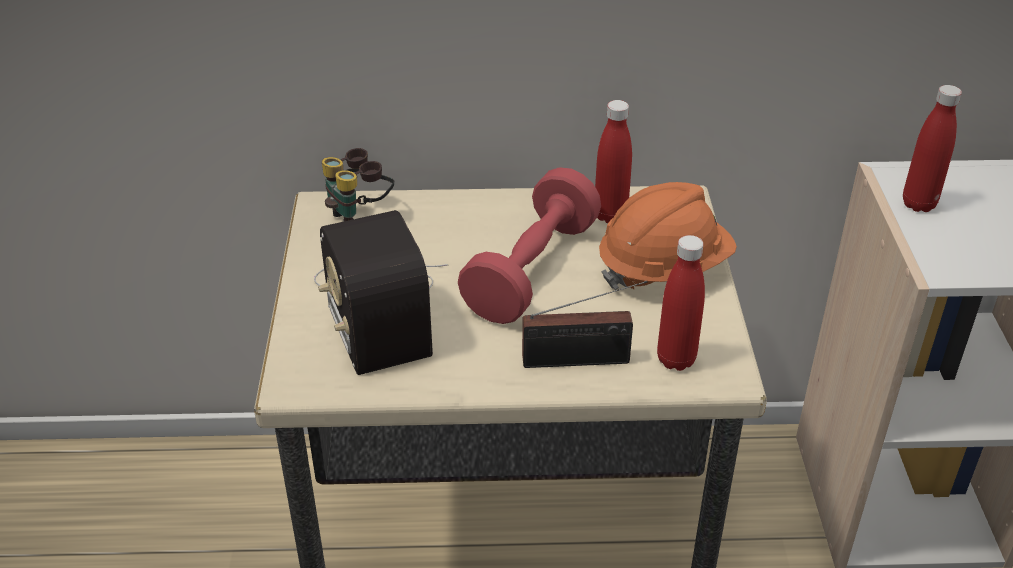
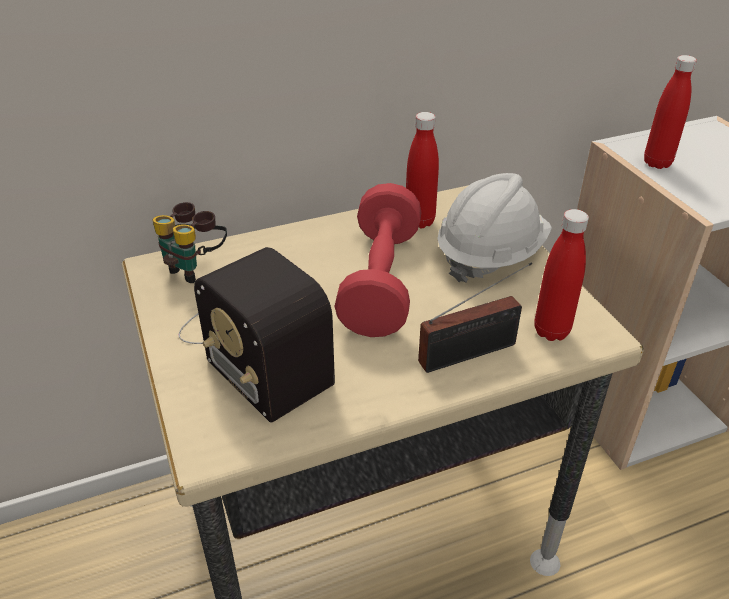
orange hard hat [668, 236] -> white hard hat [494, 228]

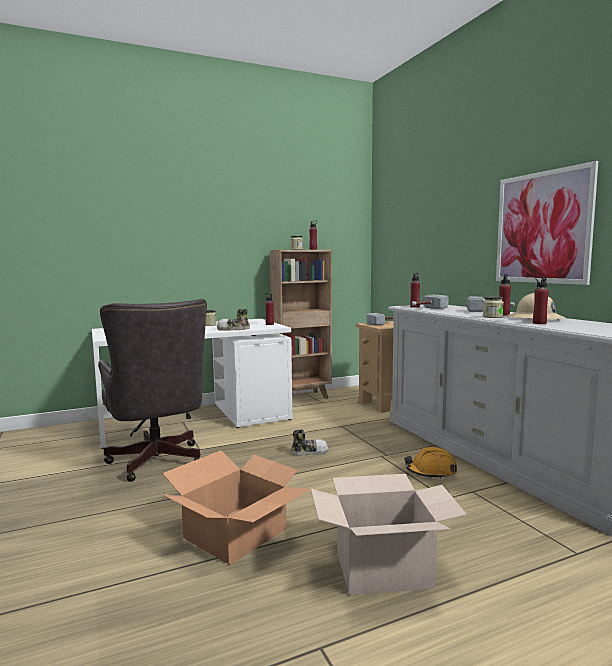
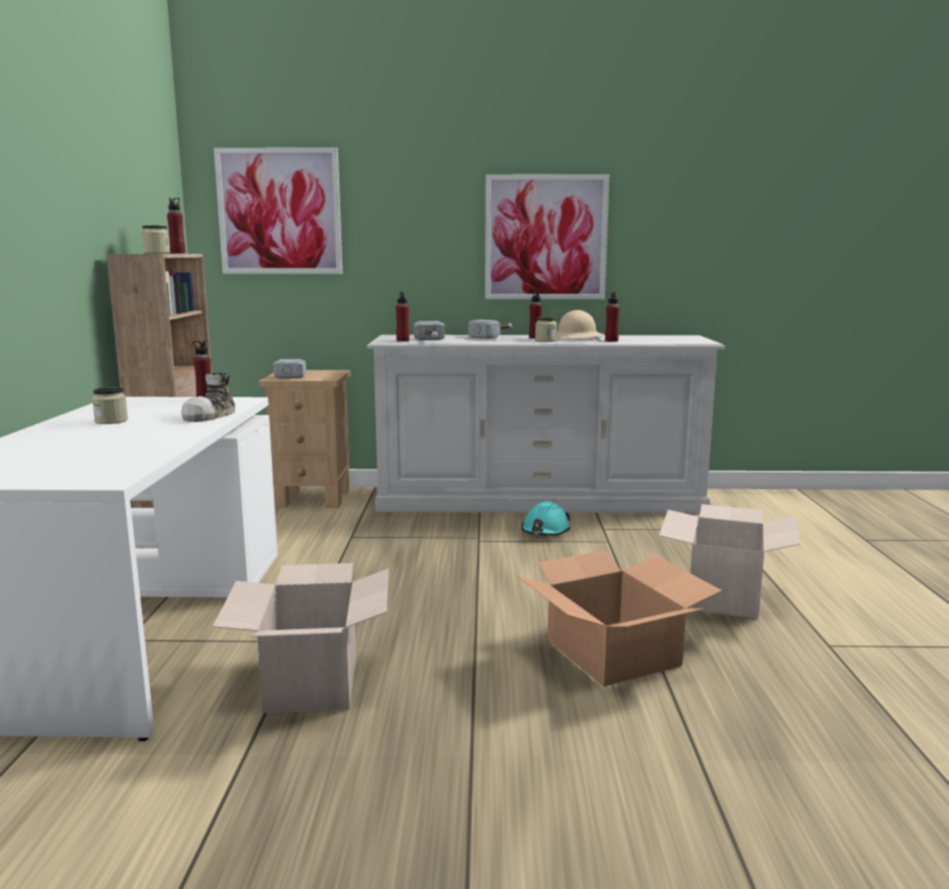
grey office chair [152, 390] -> cardboard box [301, 638]
shoe [309, 442] -> none
orange hard hat [430, 463] -> turquoise hard hat [546, 518]
none -> picture [278, 210]

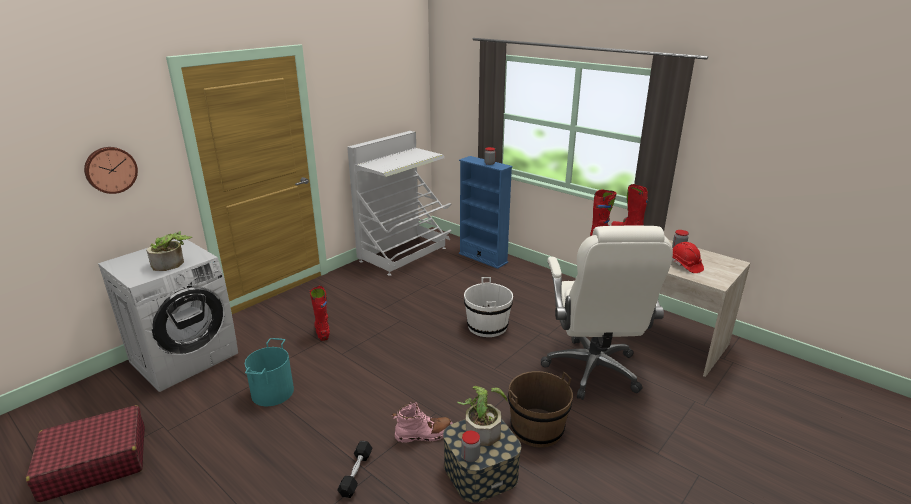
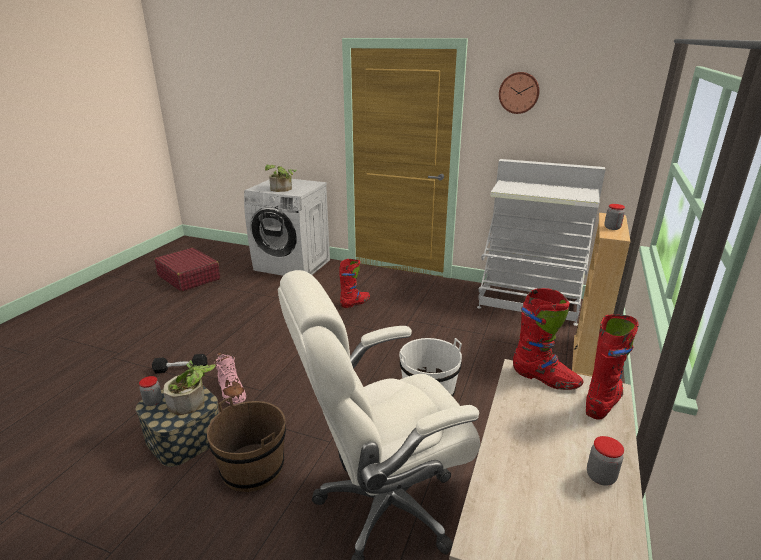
wall clock [111, 170] -> wall clock [519, 93], move
turquoise bucket [269, 372] -> none
blue bookcase [486, 212] -> beige bookcase [601, 295]
red hard hat [688, 257] -> none

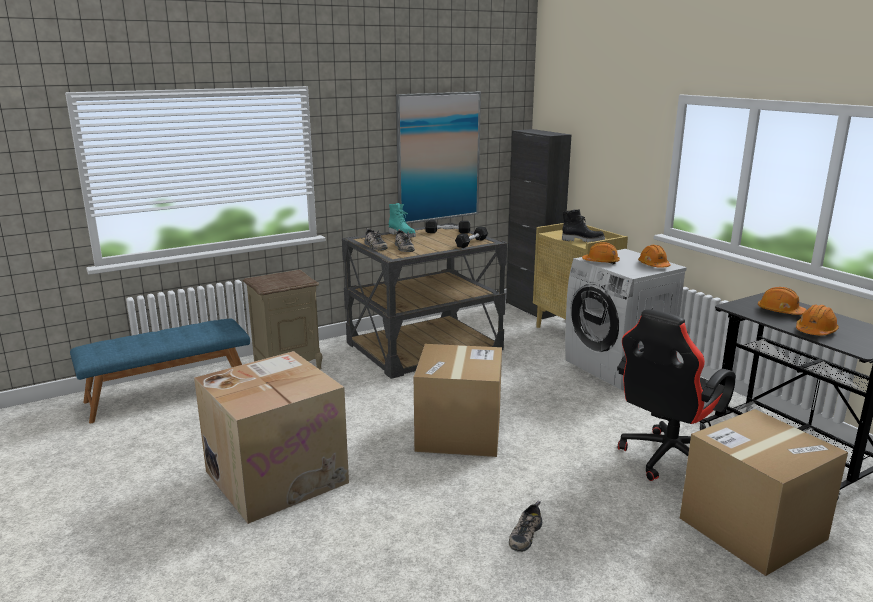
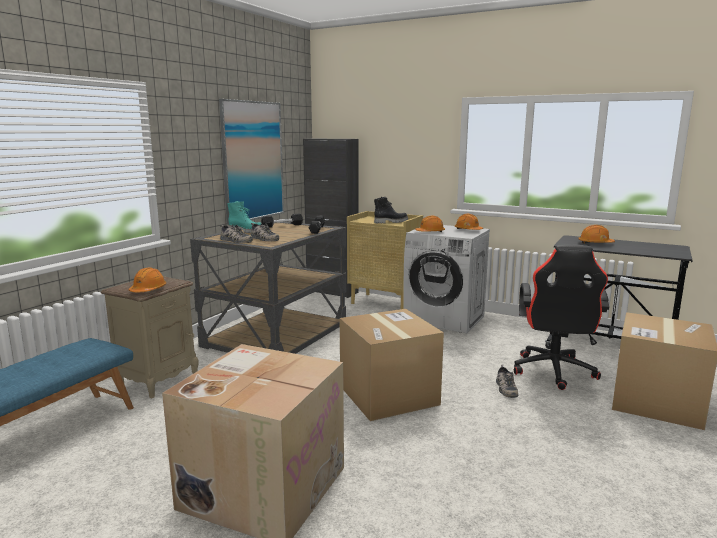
shoe [525, 526] -> shoe [507, 381], move
orange hard hat [817, 319] -> orange hard hat [147, 279], move

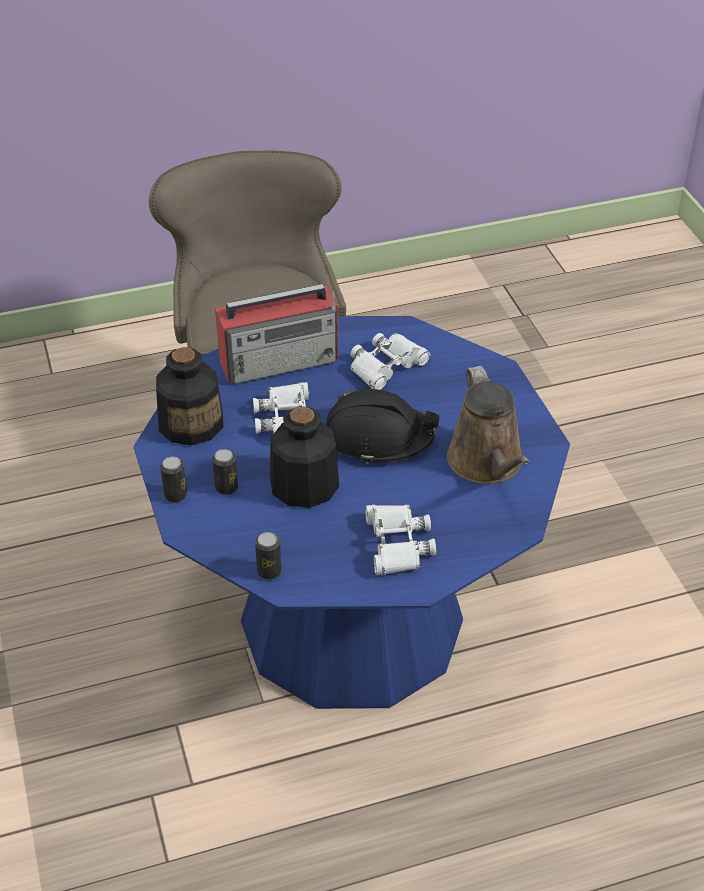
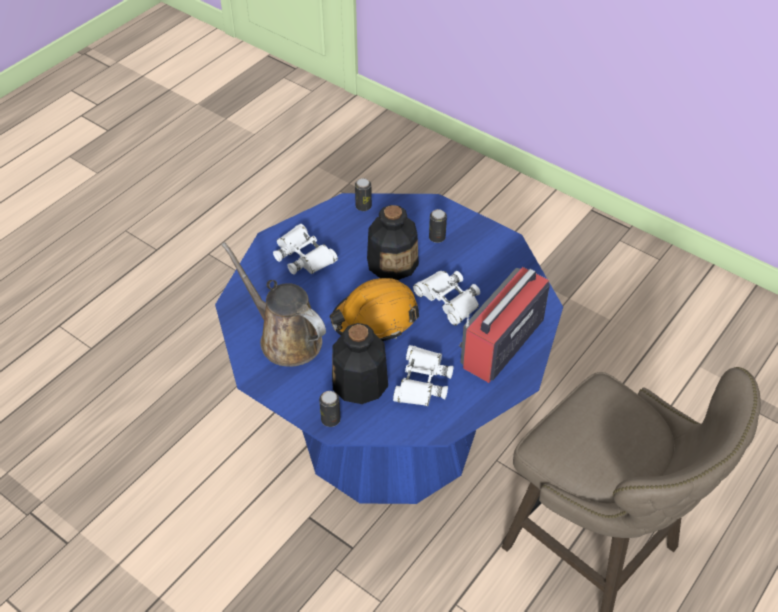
bottle [189, 396] -> bottle [360, 363], move
can [173, 479] -> can [330, 409], move
black hard hat [382, 427] -> orange hard hat [374, 309]

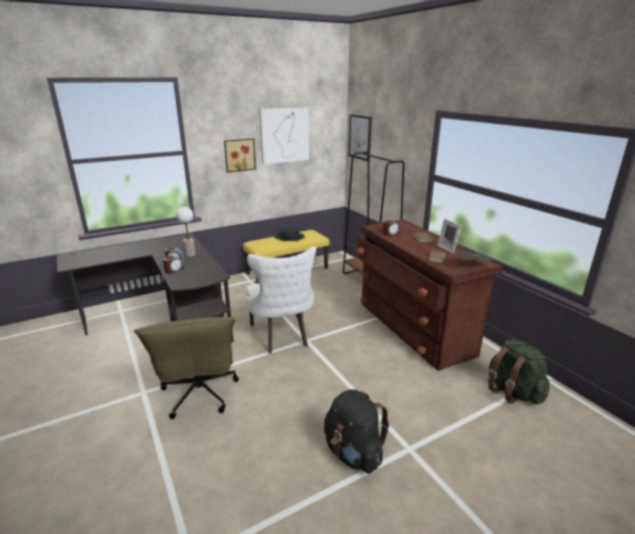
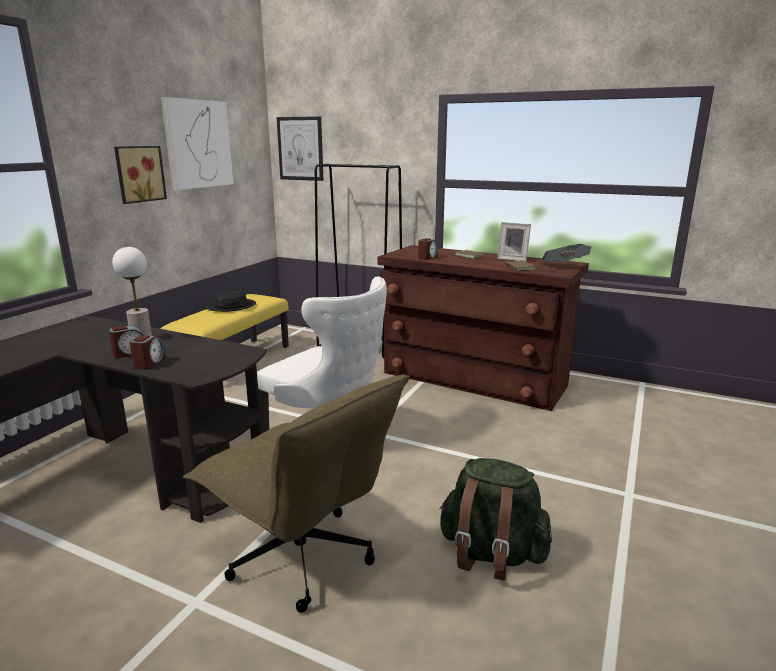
black backpack [357, 431] -> none
green backpack [519, 371] -> green backpack [495, 519], move

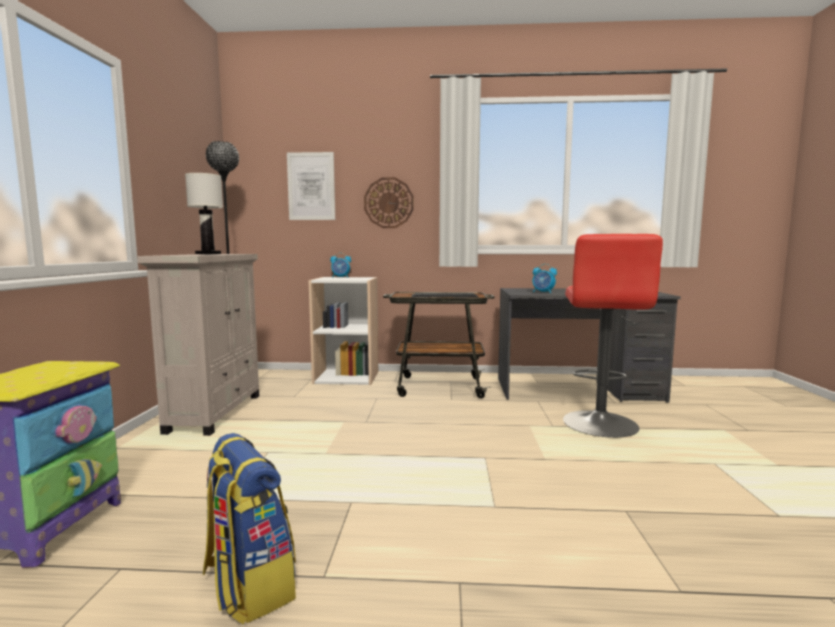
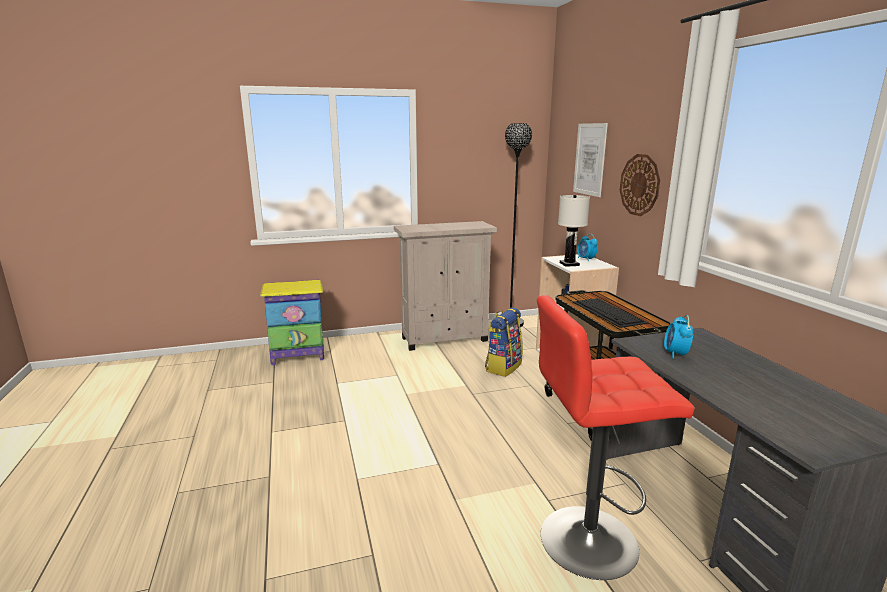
white table lamp [204, 213] -> white table lamp [574, 231], move
backpack [249, 529] -> backpack [504, 342], move

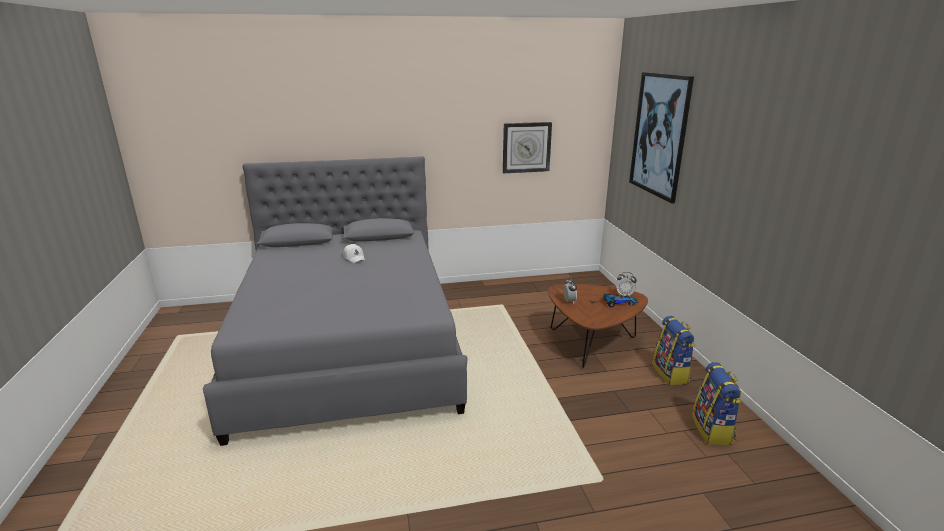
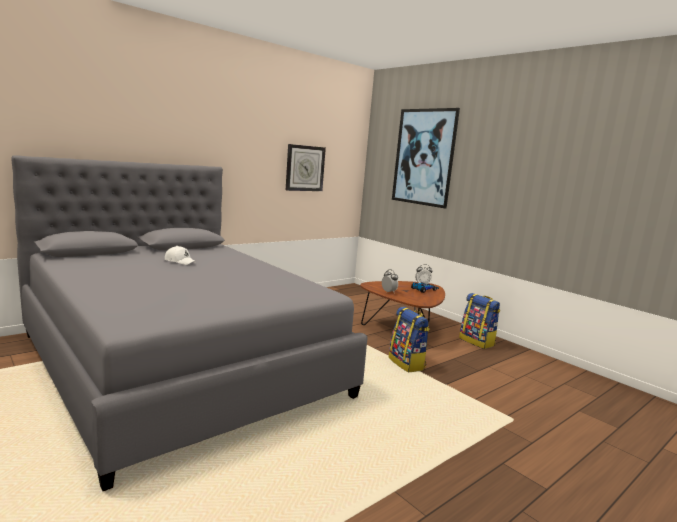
backpack [717, 403] -> backpack [409, 339], move

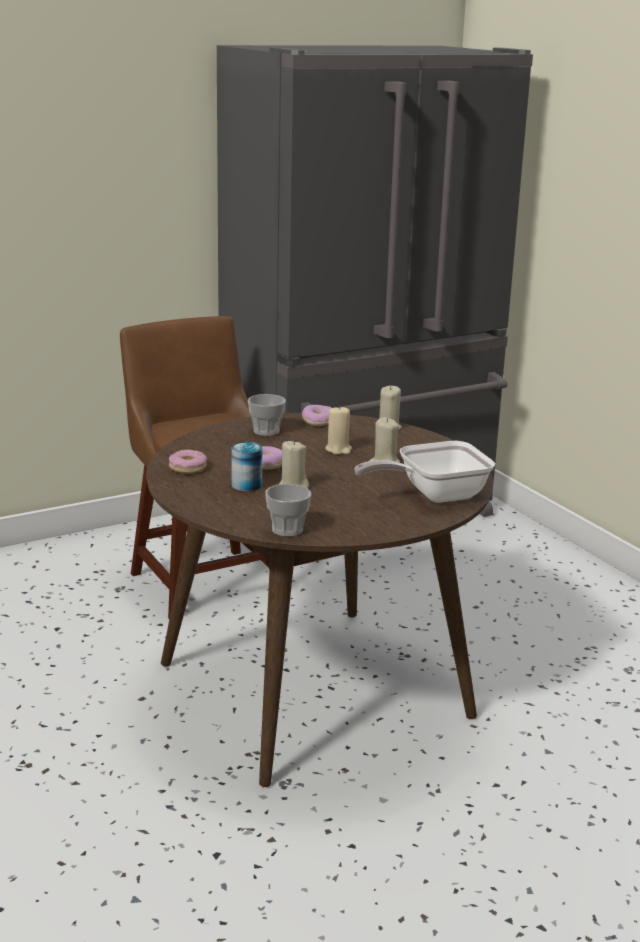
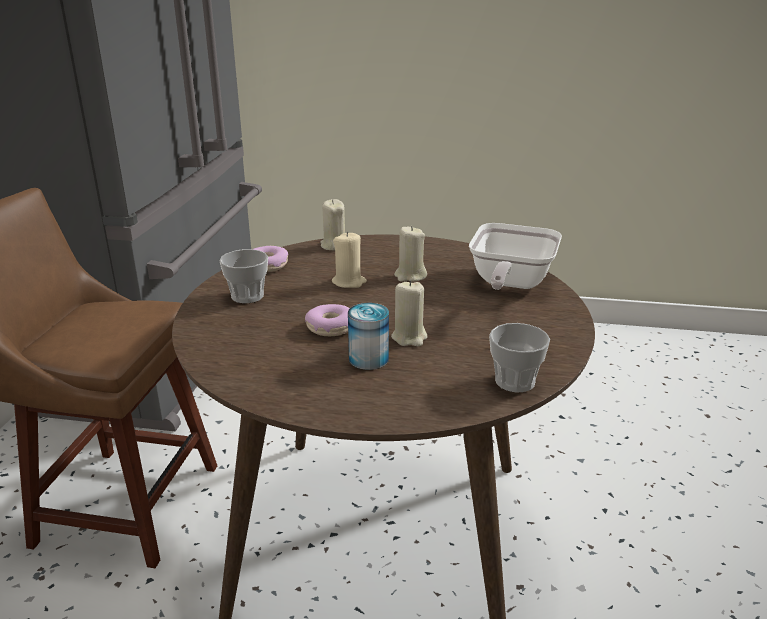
donut [188, 461] -> none

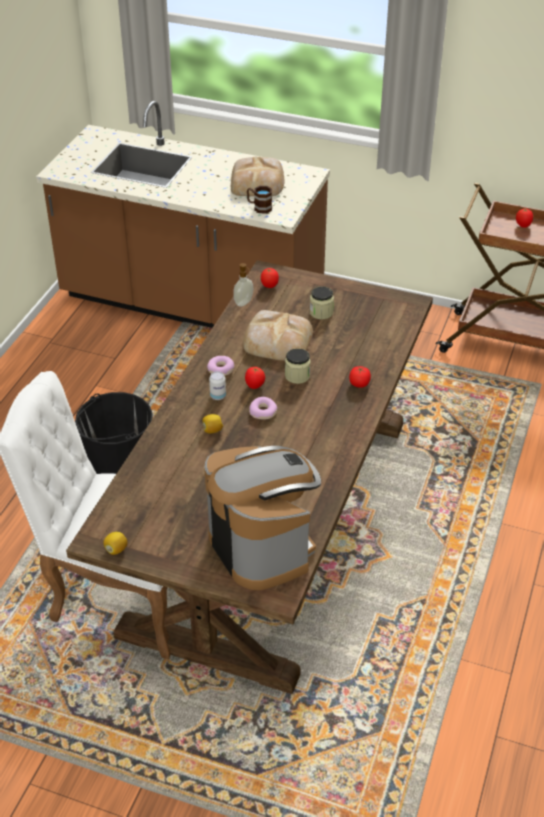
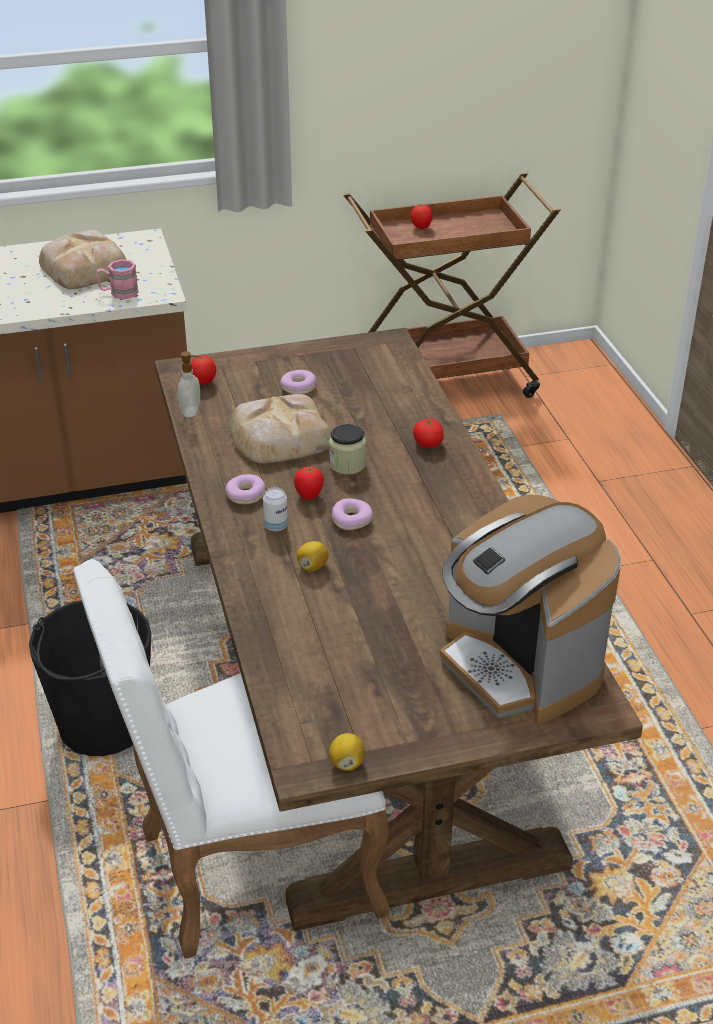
coffee machine [262, 518] -> coffee machine [530, 609], 150 degrees counterclockwise
brown mug [259, 199] -> pink mug [117, 279]
jar [322, 303] -> donut [298, 382]

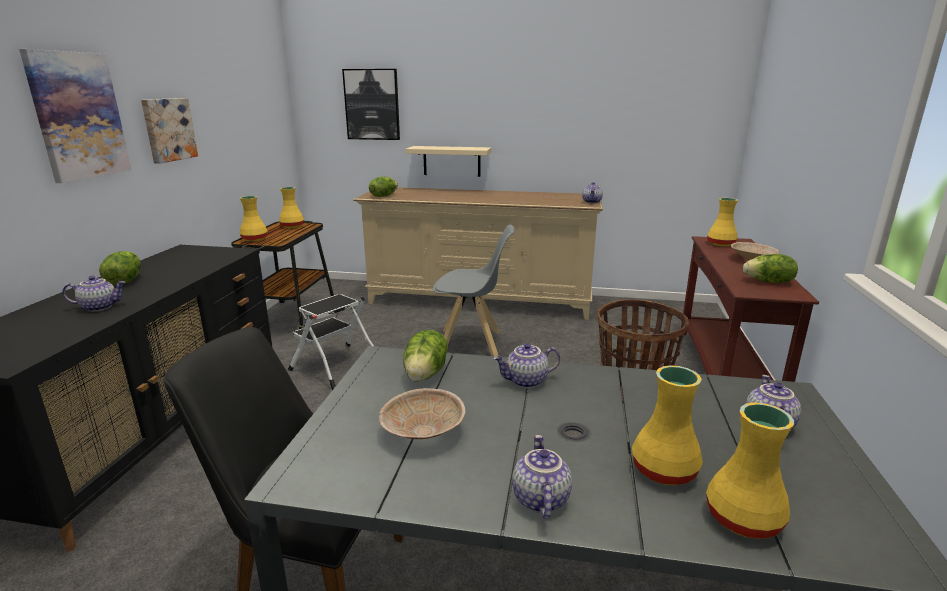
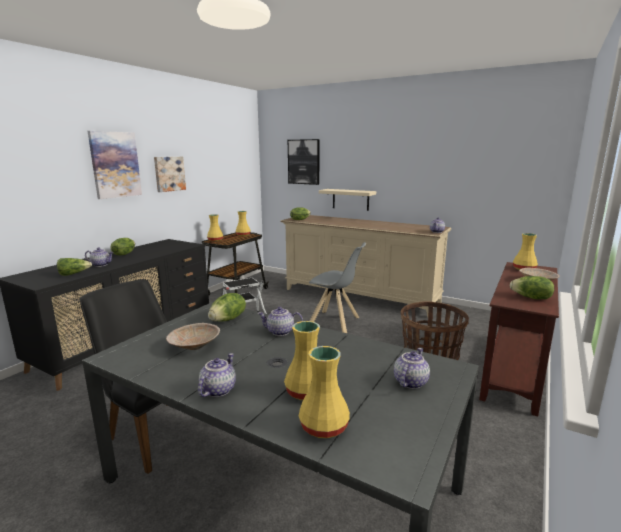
none -> lettuce [74, 267]

